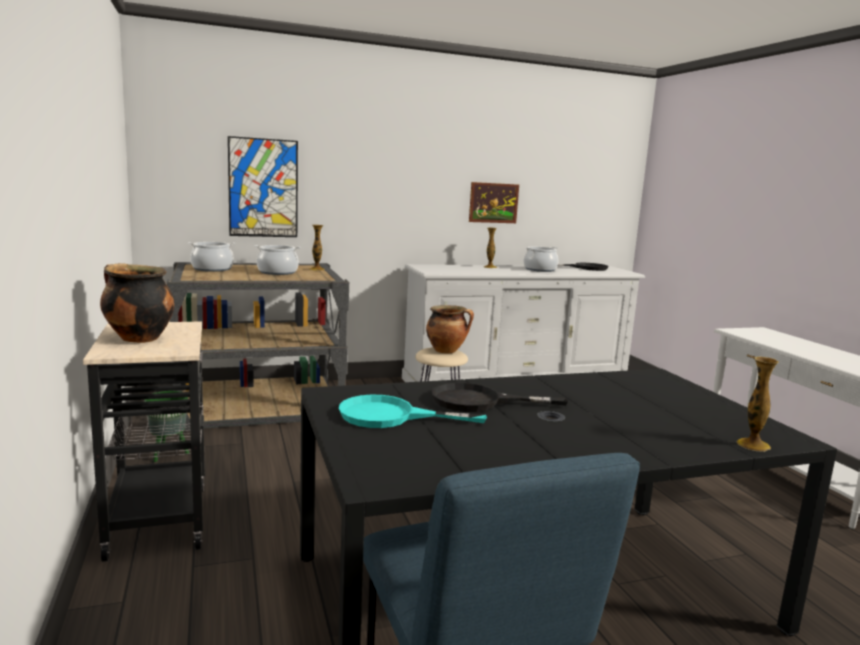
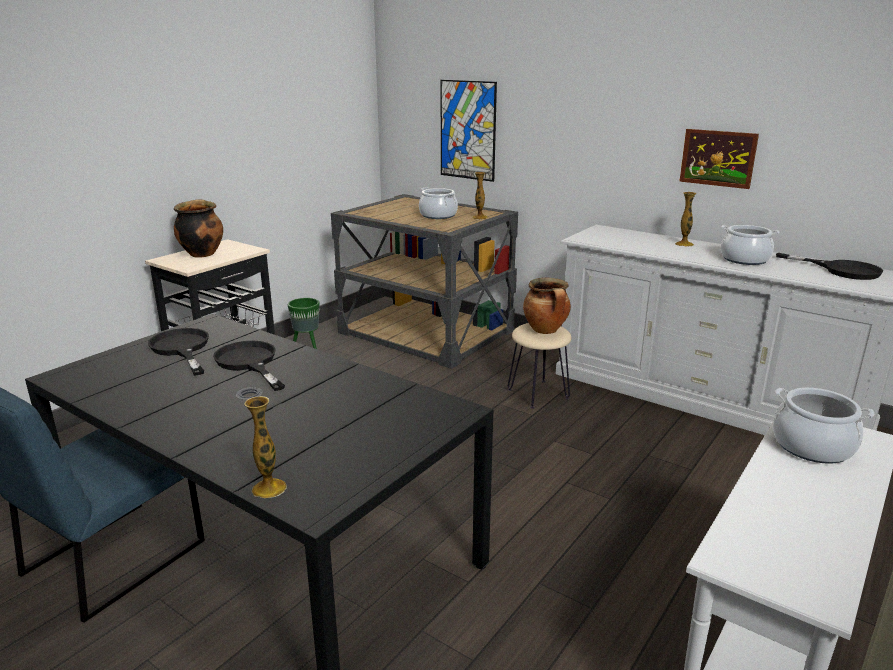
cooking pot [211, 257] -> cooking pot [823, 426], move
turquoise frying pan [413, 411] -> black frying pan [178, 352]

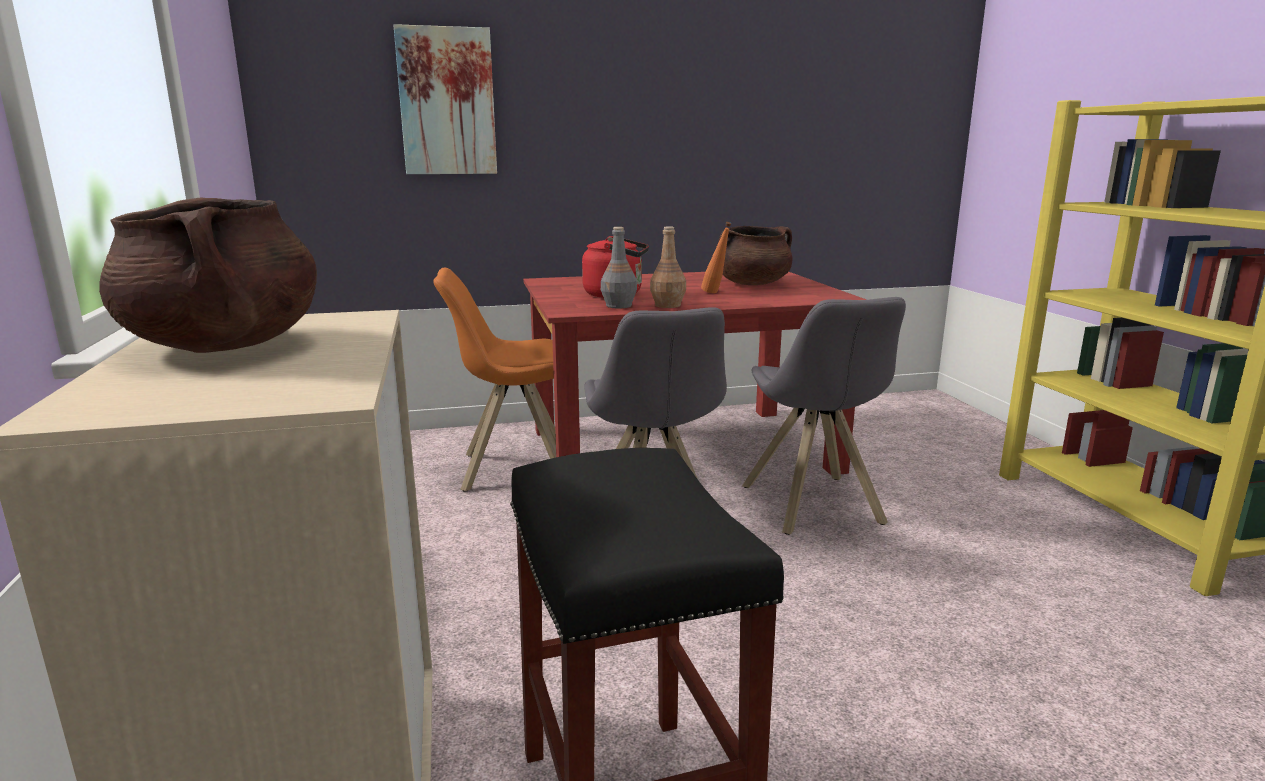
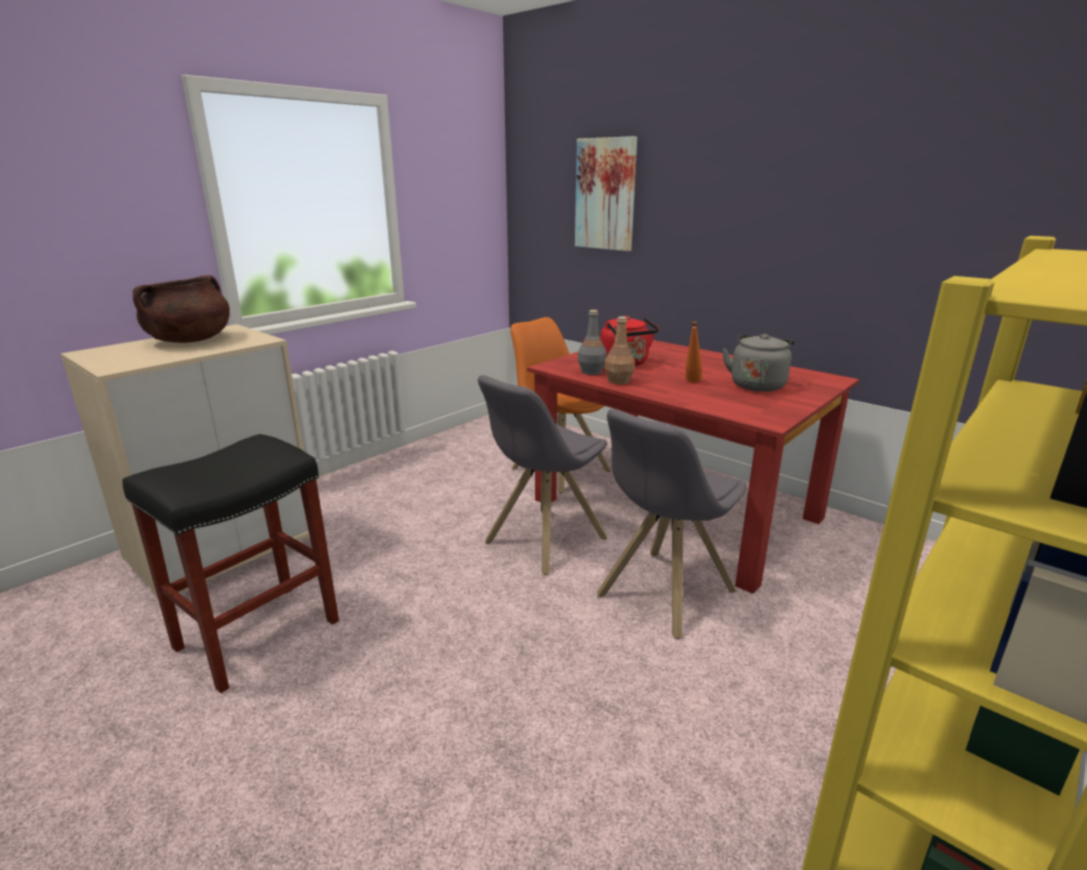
brown cooking pot [755, 255] -> grey kettle [758, 363]

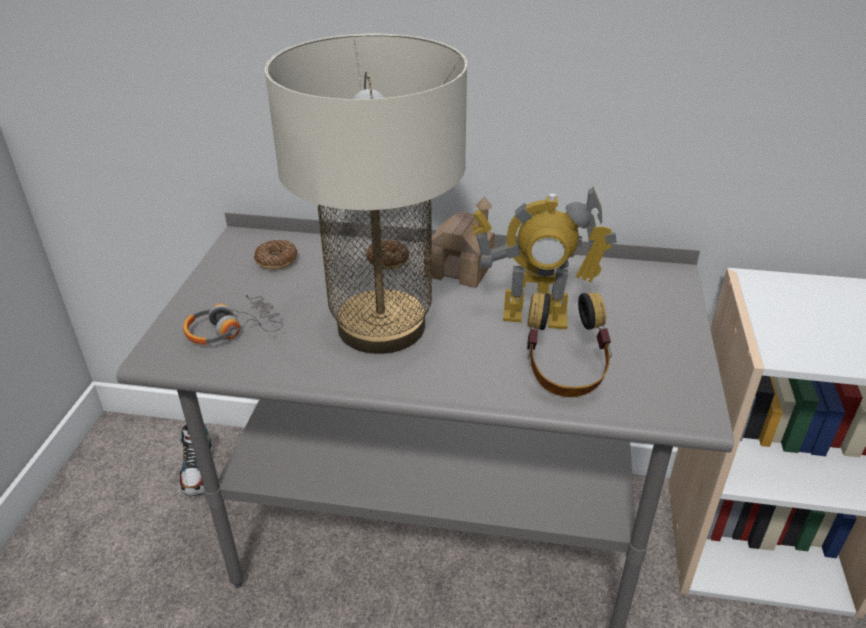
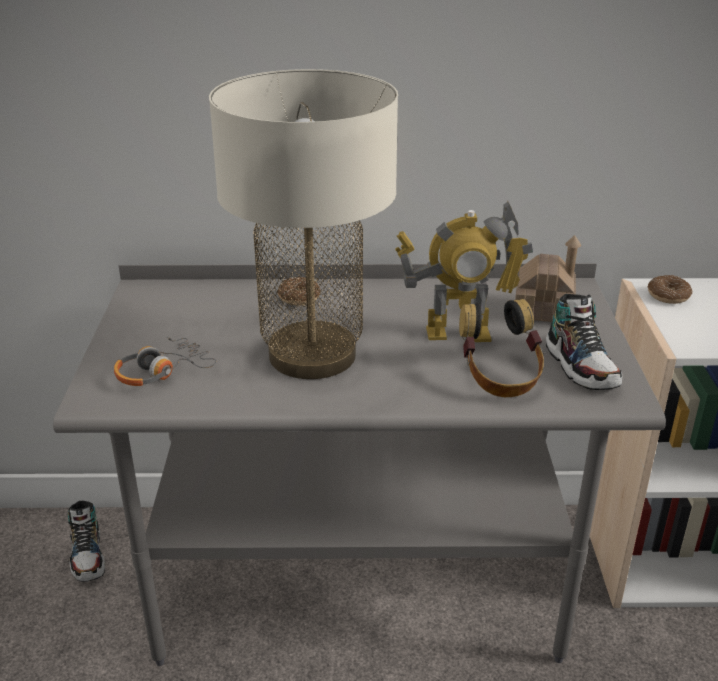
donut [276, 255] -> donut [669, 289], move
toy house [459, 242] -> toy house [548, 278], move
none -> shoe [584, 342]

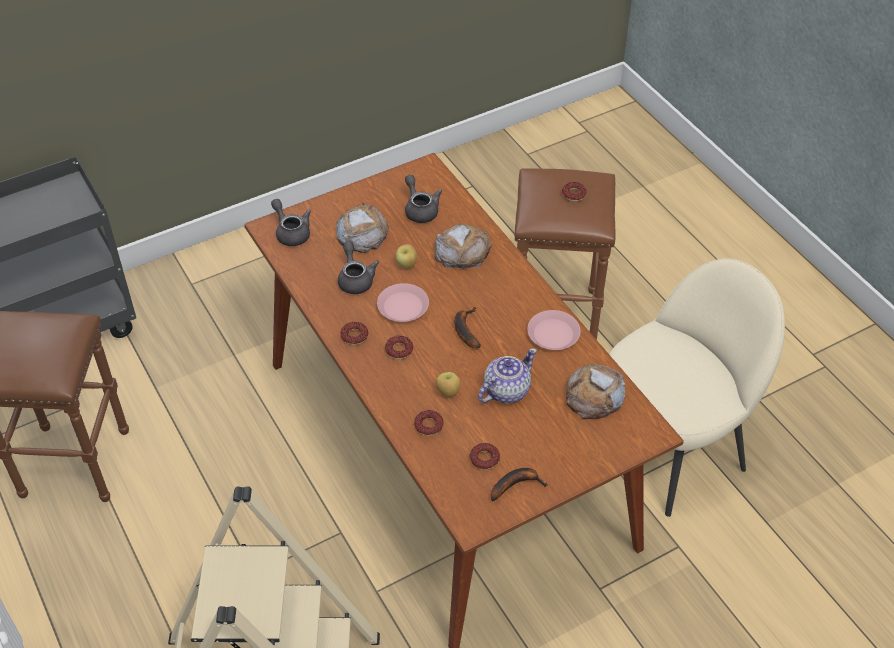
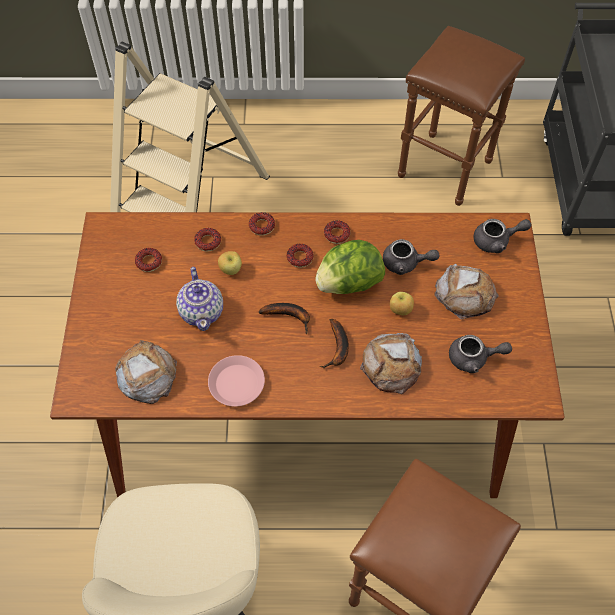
pink plate [403, 302] -> lettuce [350, 267]
banana [519, 484] -> banana [334, 343], move
donut [574, 192] -> donut [262, 224], move

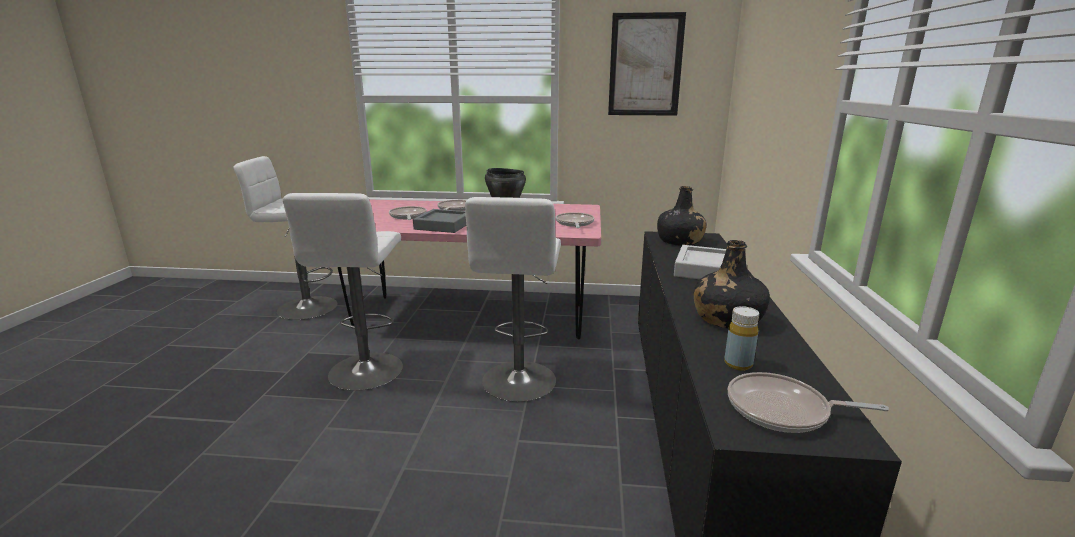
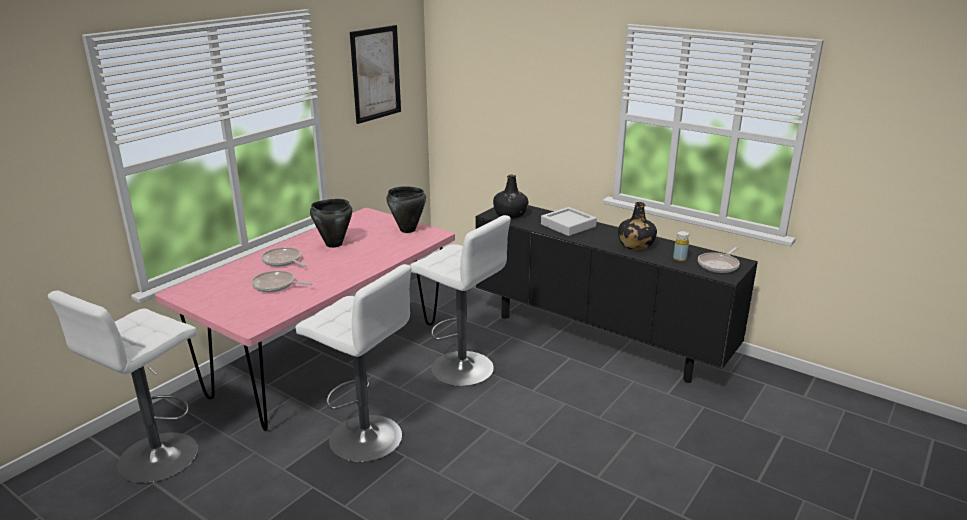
grey tray [439, 221] -> none
frying pan [575, 220] -> black cooking pot [406, 209]

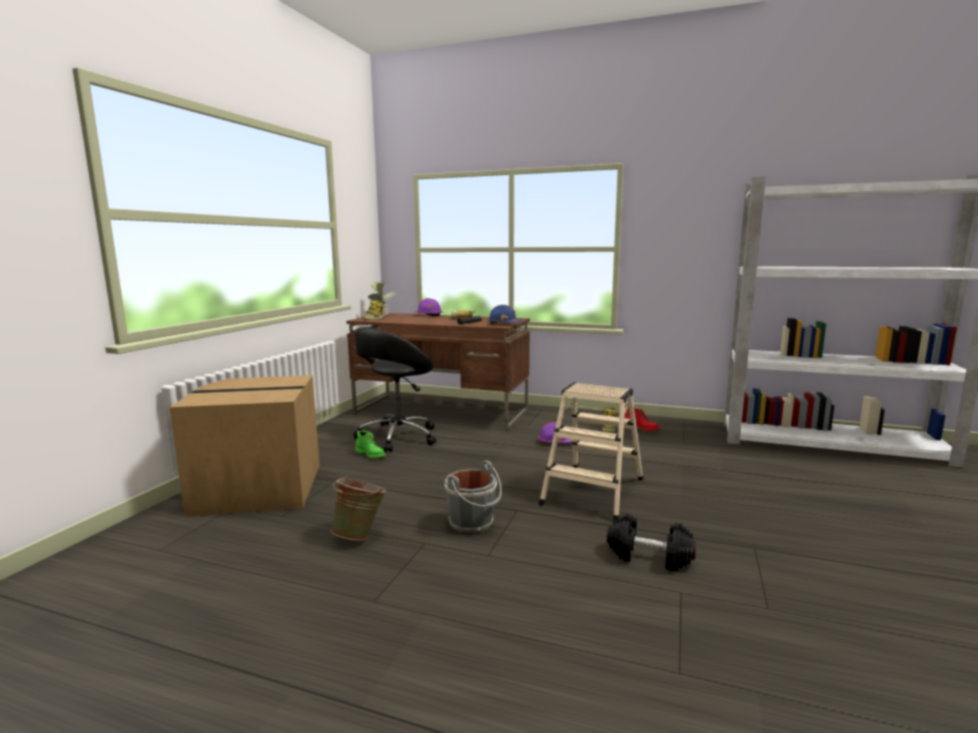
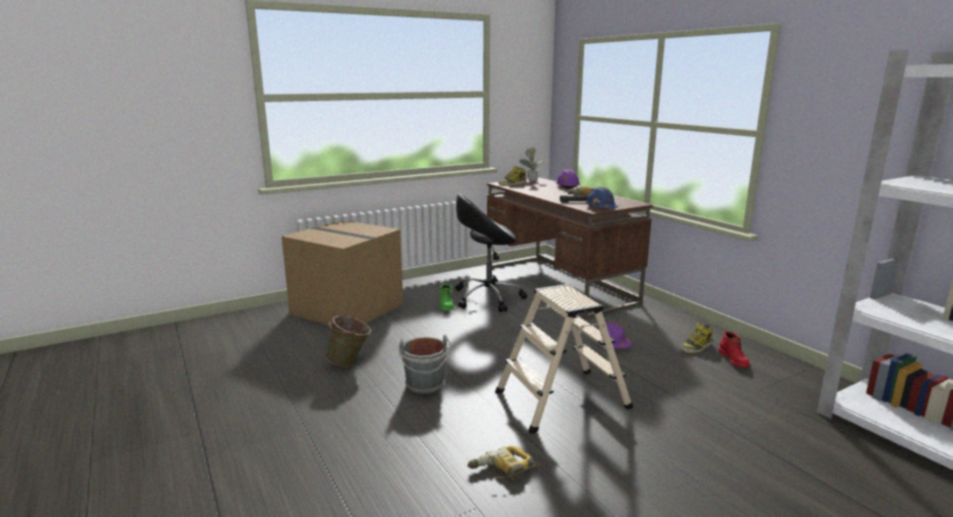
black dumbbell [651, 542] -> power drill [505, 463]

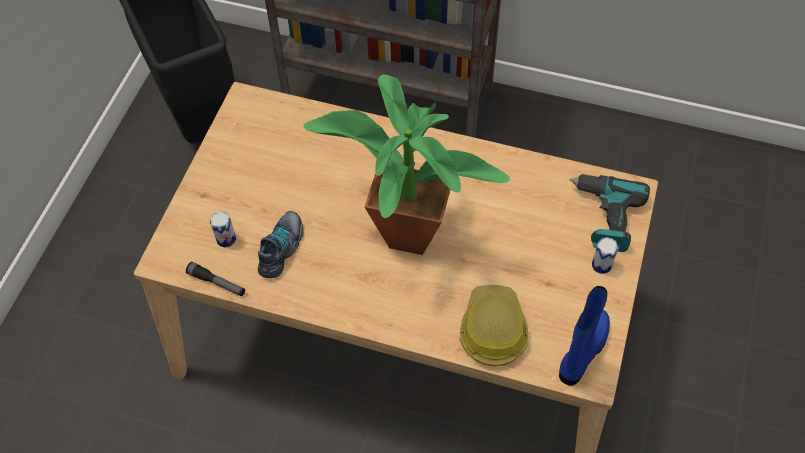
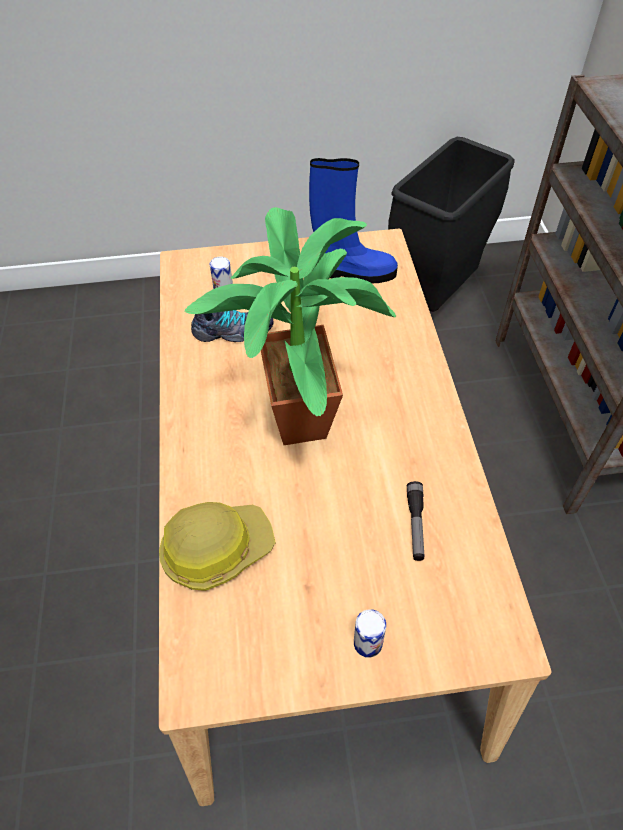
flashlight [215, 279] -> flashlight [415, 521], move
blue boot [584, 336] -> blue boot [353, 220], move
power drill [609, 213] -> none

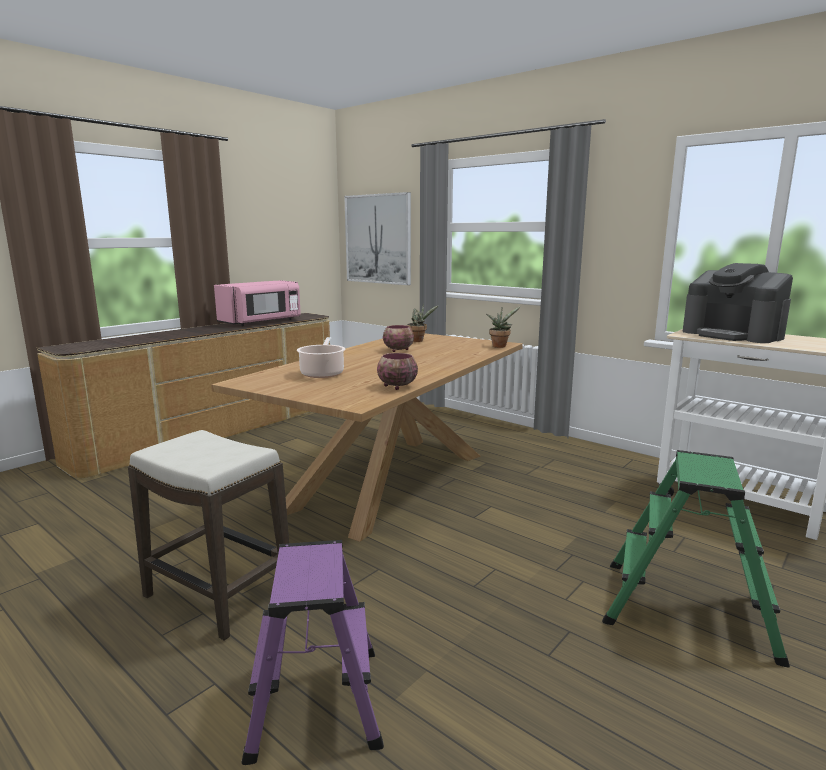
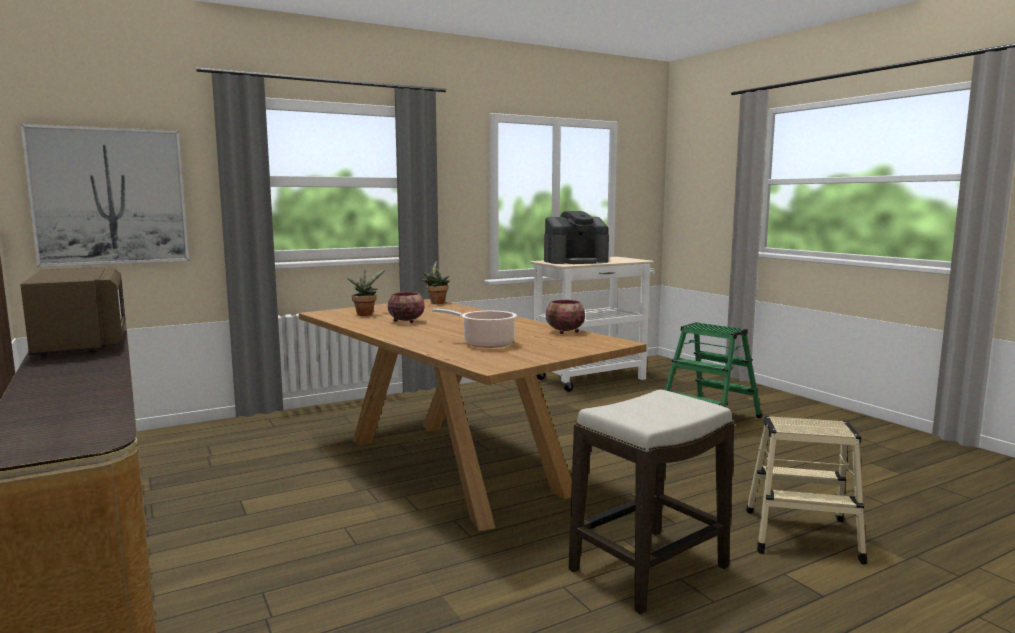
pink microwave [257, 303] -> brown microwave [73, 312]
purple step ladder [312, 652] -> beige step ladder [806, 490]

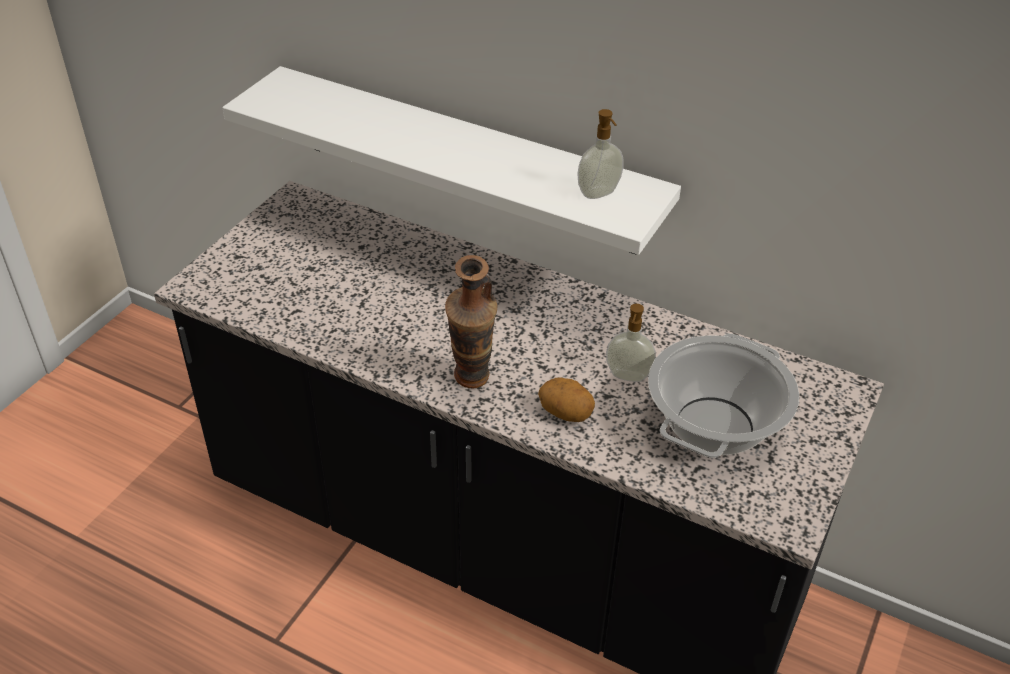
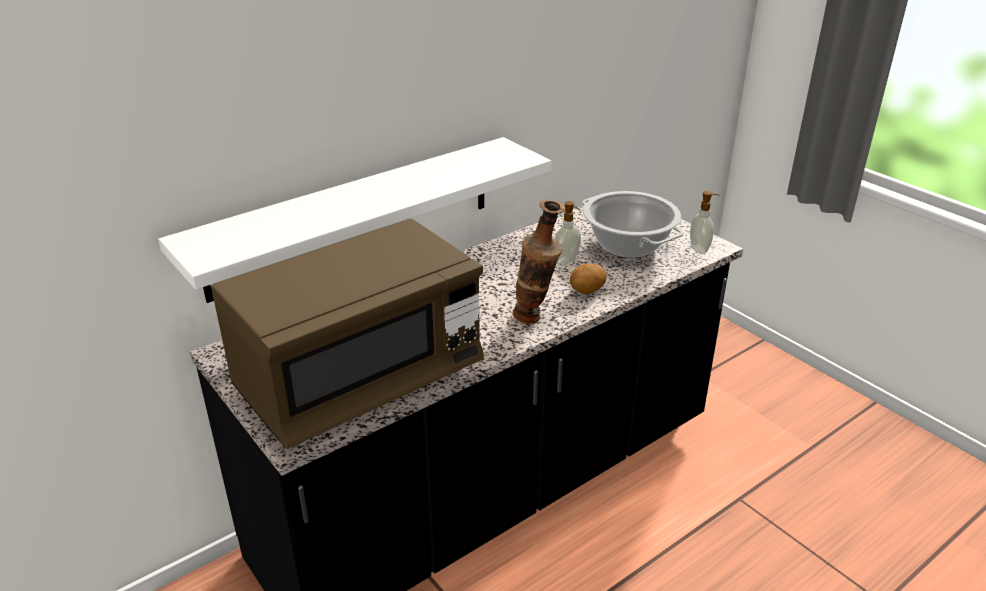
soap dispenser [600, 154] -> soap dispenser [704, 222], move
none -> brown microwave [347, 334]

